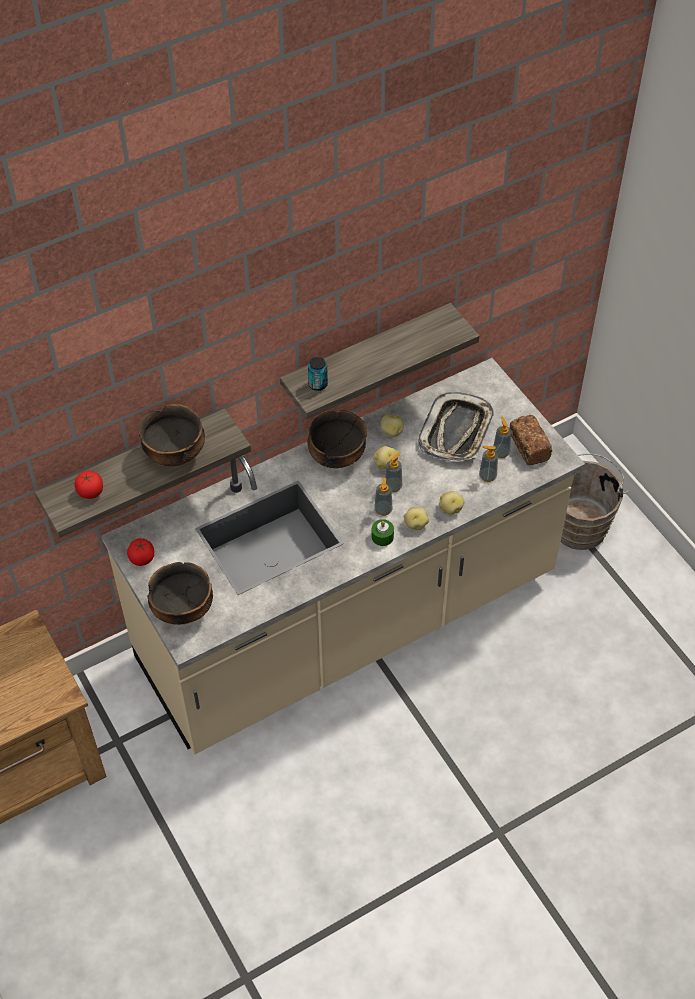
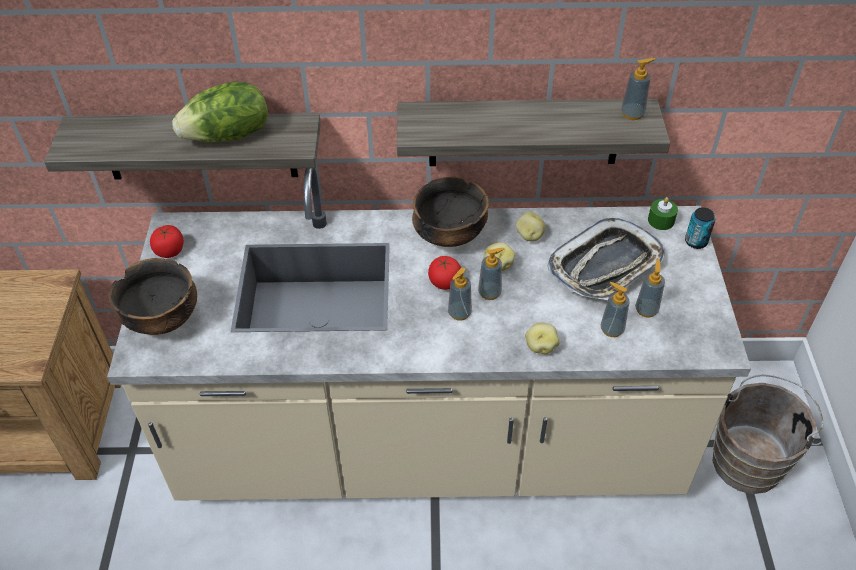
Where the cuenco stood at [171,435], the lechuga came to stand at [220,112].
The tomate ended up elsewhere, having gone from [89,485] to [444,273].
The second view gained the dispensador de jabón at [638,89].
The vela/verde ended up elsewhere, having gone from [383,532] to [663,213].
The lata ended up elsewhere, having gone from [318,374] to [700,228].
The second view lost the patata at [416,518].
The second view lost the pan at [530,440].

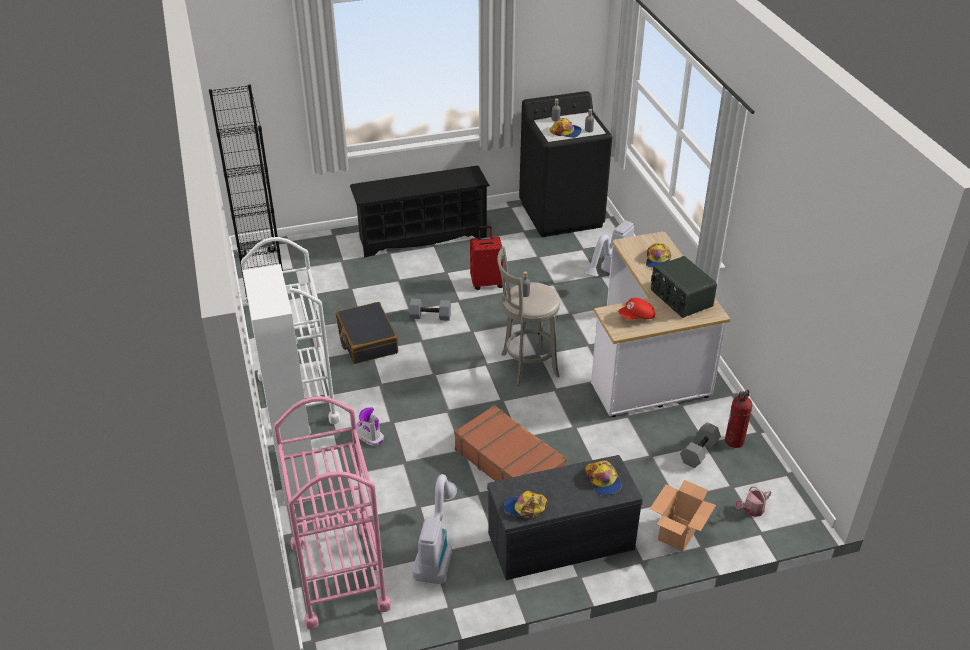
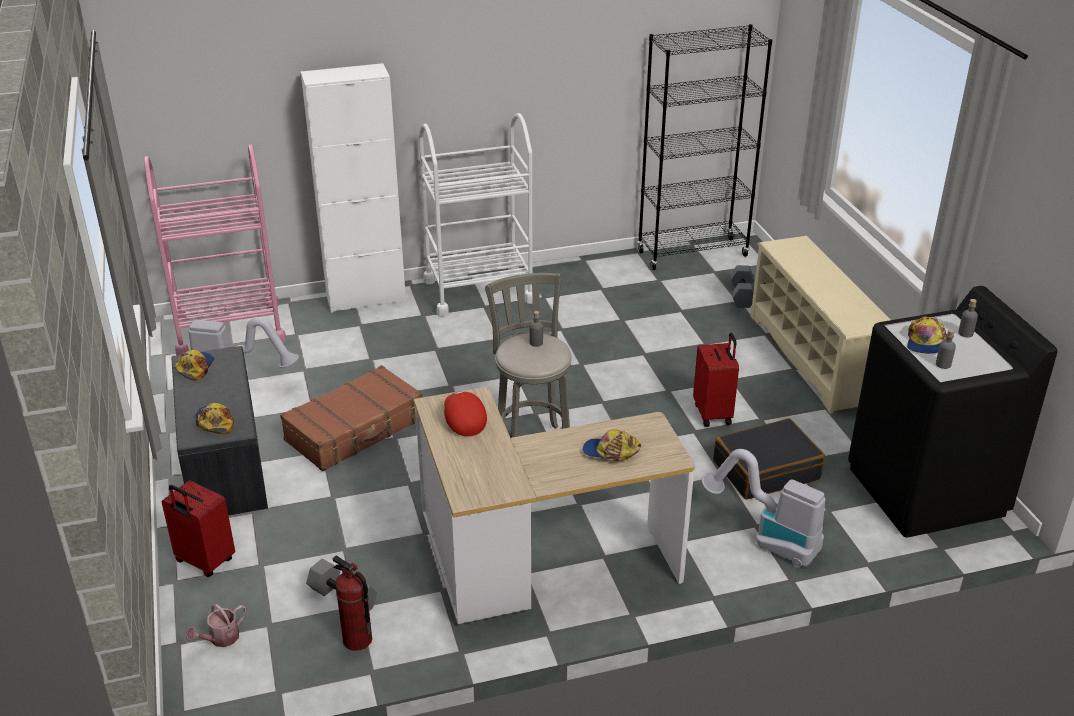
Where the caja de cartón stood at [683,515], the maleta/rojo came to stand at [198,529].
The regadera at [753,501] ended up facing another way, 105 degrees counterclockwise from before.
The gorra at [603,478] ended up facing another way, 90 degrees clockwise from before.
The maleta/negro ended up elsewhere, having gone from [367,333] to [769,459].
The mancuerna/gris ended up elsewhere, having gone from [430,309] to [742,286].
What was the zapatero/negro at [420,211] turned into the zapatero/beis at [820,325].
The second view lost the bota at [370,426].
The second view lost the radio at [684,287].

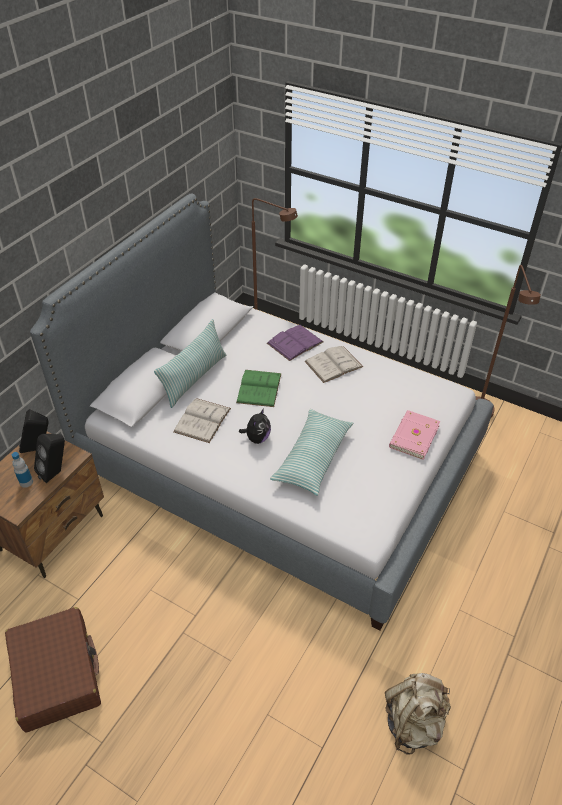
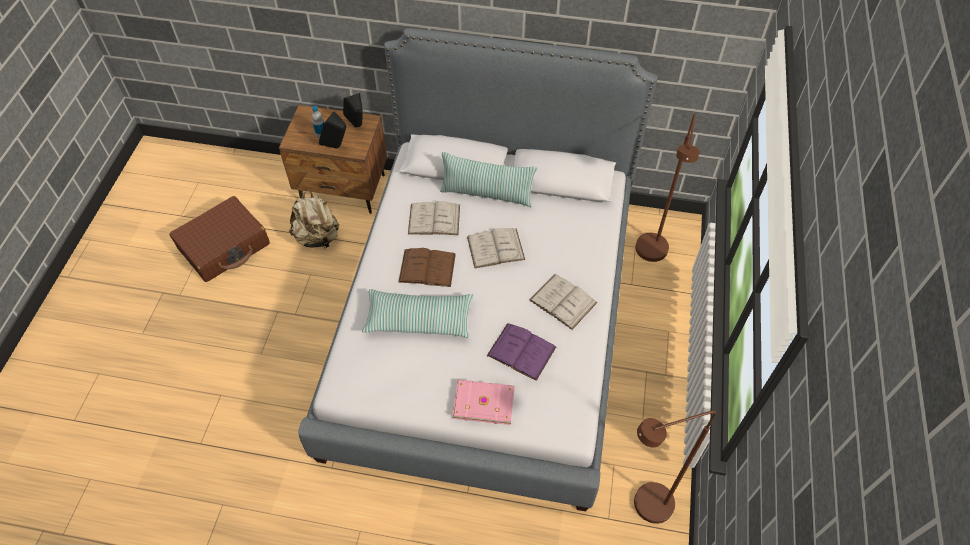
The mochila/beis ended up elsewhere, having gone from [418,714] to [314,219].
Where the peluche stood at [255,426], the libro/marrón came to stand at [427,267].
What was the libro/verde at [259,388] turned into the libro/blanco at [496,248].
The libro/morado ended up elsewhere, having gone from [295,343] to [521,352].

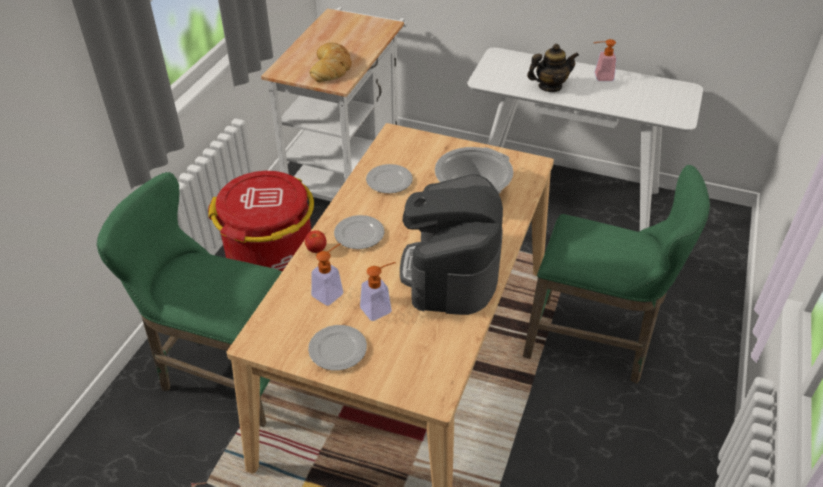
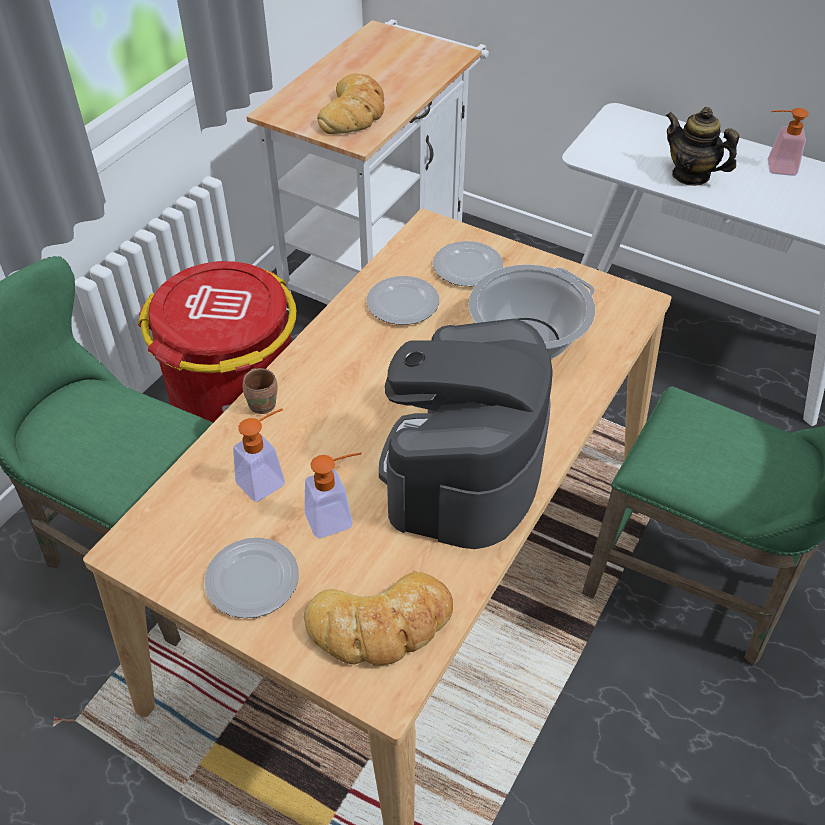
Where the tomate stood at [316,241], the taza grande/marrón came to stand at [260,391].
The second view gained the pan at [378,618].
The plato ended up elsewhere, having gone from [359,232] to [468,263].
The tetera at [553,68] ended up facing another way, 135 degrees counterclockwise from before.

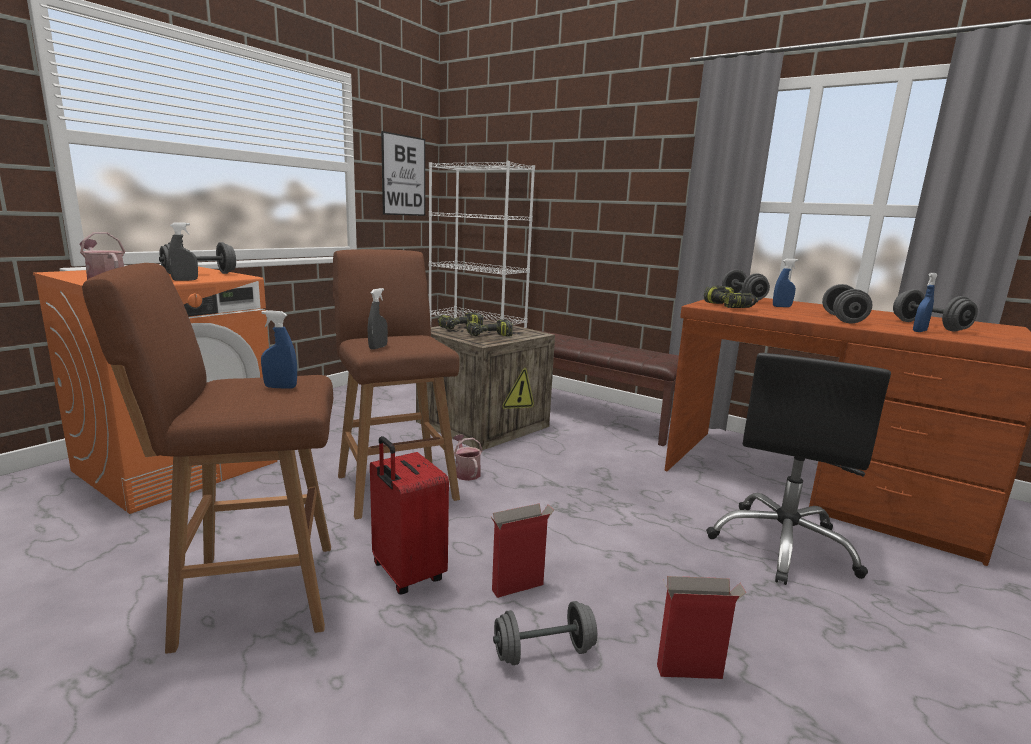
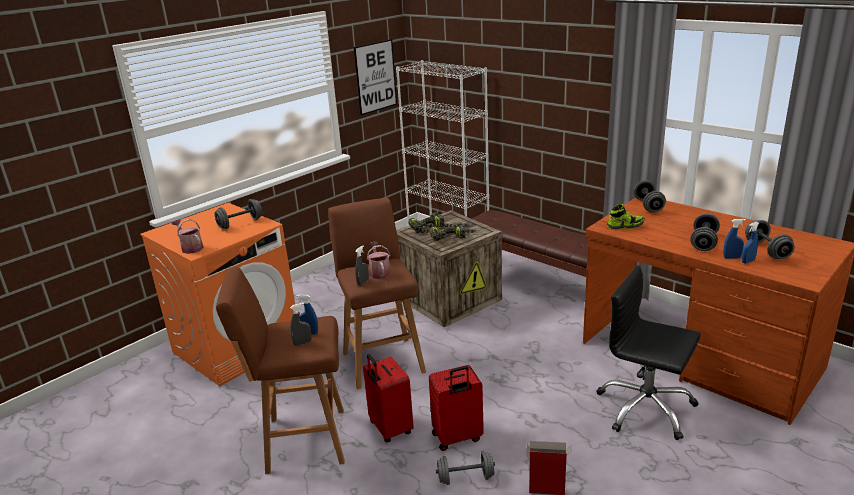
The pulverizador/gris ended up elsewhere, having gone from [183,252] to [300,324].
The regadera ended up elsewhere, having gone from [467,458] to [379,260].
Where the caja de cartón stood at [522,550], the maleta/rojo came to stand at [456,408].
The silla de oficina/negro at [798,469] ended up facing another way, 90 degrees clockwise from before.
Where the taladro stood at [731,296], the zapato came to stand at [626,217].
The pulverizador/azul ended up elsewhere, having gone from [785,283] to [734,238].

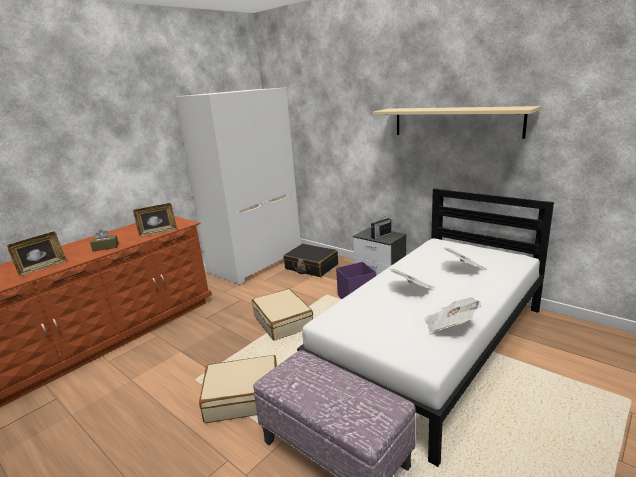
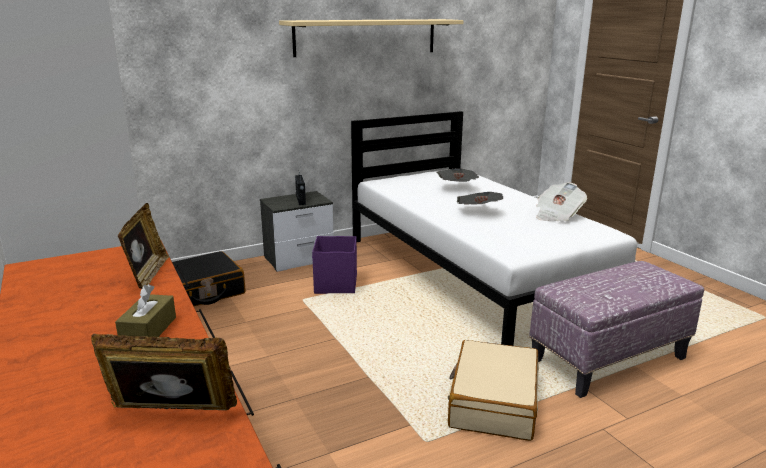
The portarretratos at [37,254] ended up facing another way, 60 degrees counterclockwise from before.
The second view lost the maleta/beis at [282,314].

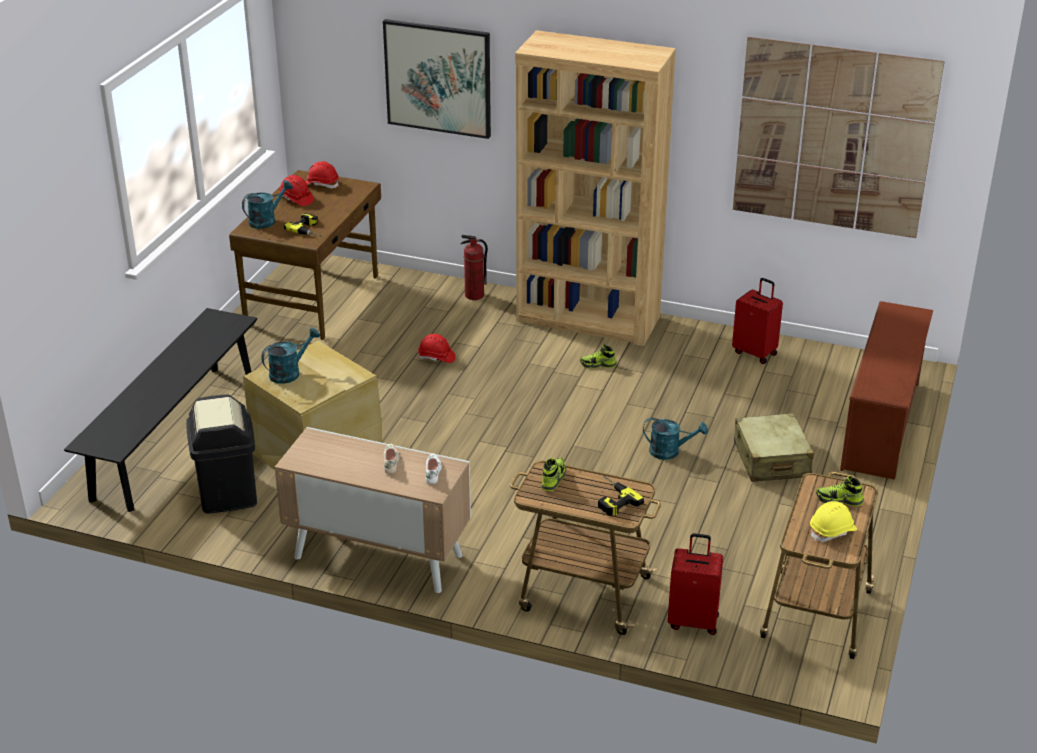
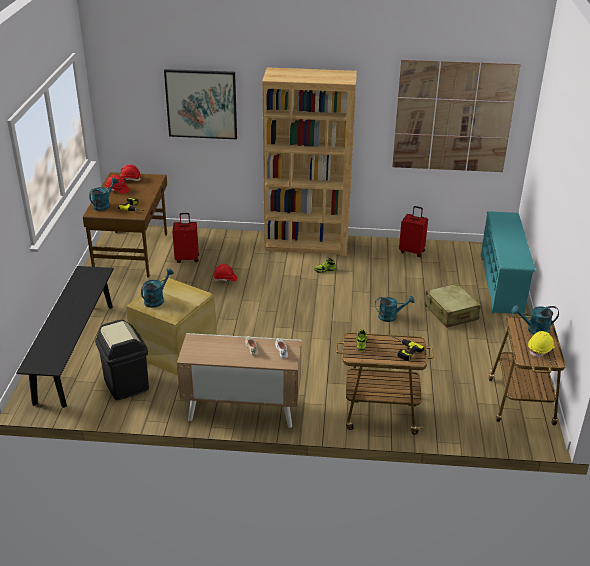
The maleta/rojo ended up elsewhere, having gone from [695,584] to [185,238].
What was the zapatero/marrón at [886,390] turned into the zapatero/turquesa at [508,262].
Where the zapato stood at [840,491], the regadera/turquesa came to stand at [535,320].
The second view lost the extintor at [474,267].

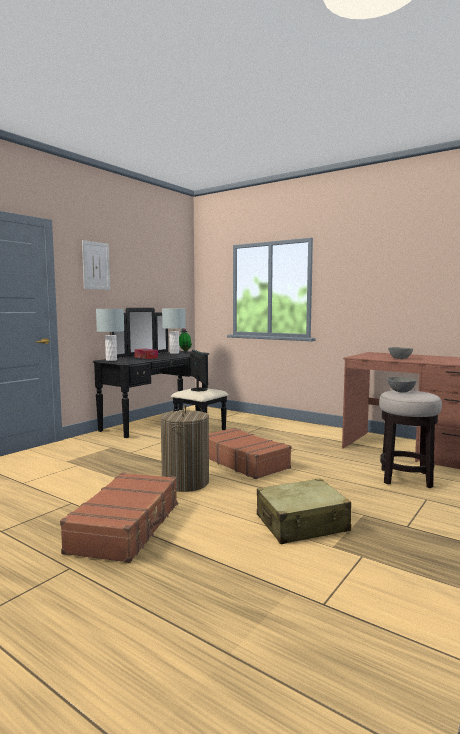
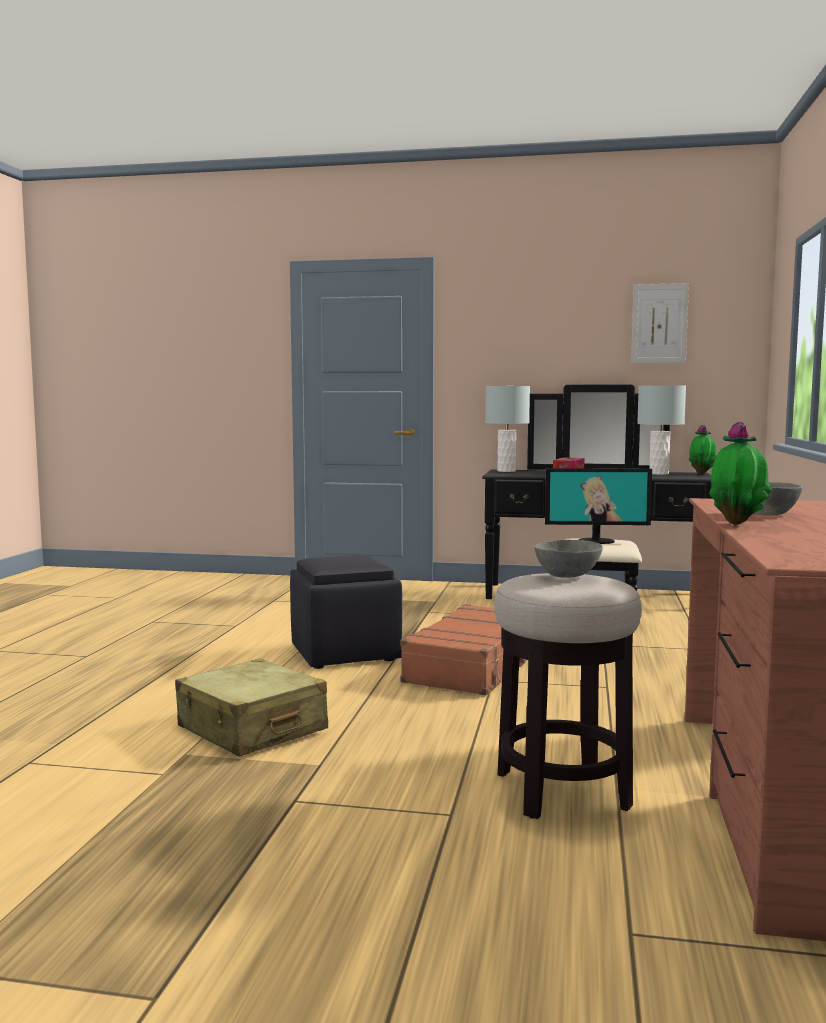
Where the cesto de la ropa stood at [184,448], the puf/negro came to stand at [346,612].
The monitor at [199,370] ended up facing another way, 45 degrees clockwise from before.
The cuadro ended up elsewhere, having gone from [96,265] to [660,323].
The second view gained the planta en maceta at [740,473].
The second view lost the maleta/marrón at [119,517].

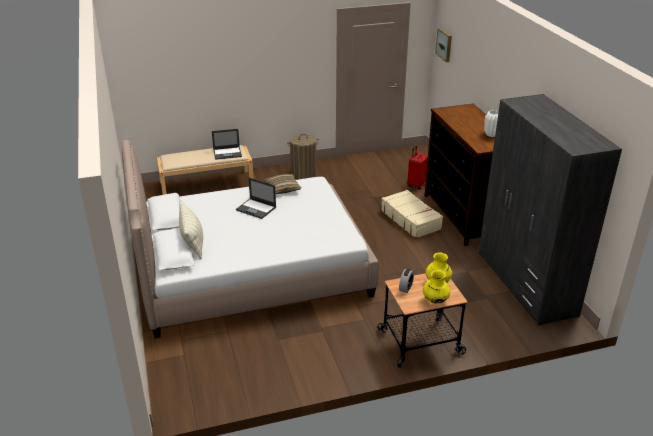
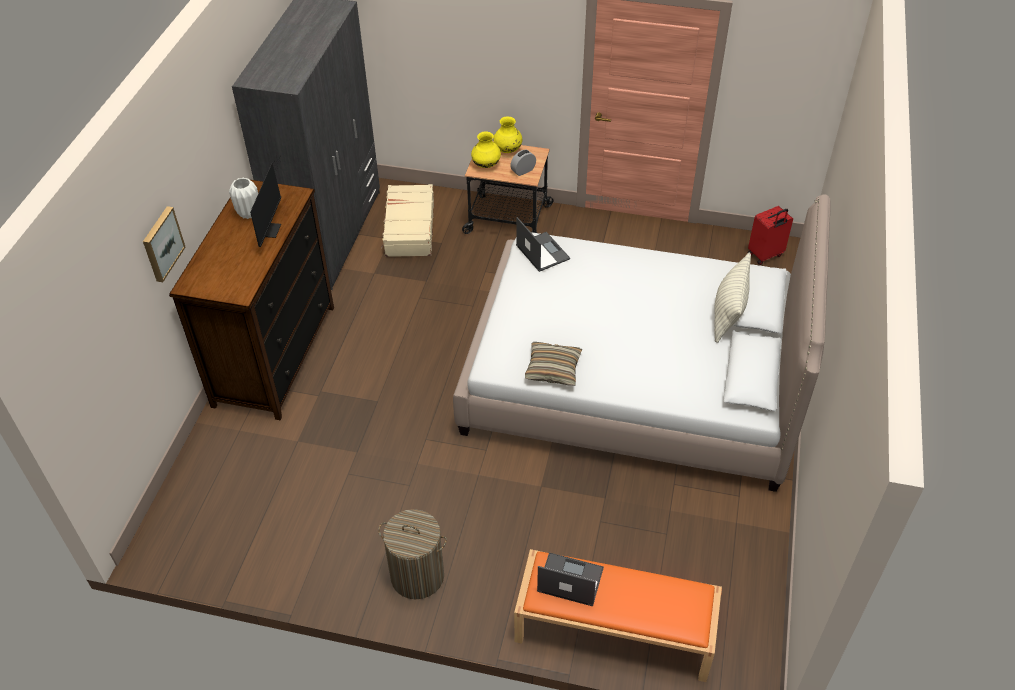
The cuadro ended up elsewhere, having gone from [443,45] to [164,244].
The second view gained the monitor at [265,202].
The maleta/beis ended up elsewhere, having gone from [412,214] to [407,220].
What was the banco/beis at [205,170] turned into the banco/naranja at [618,615].
The portátil ended up elsewhere, having gone from [256,198] to [543,244].
The maleta/rojo ended up elsewhere, having gone from [417,167] to [770,235].

